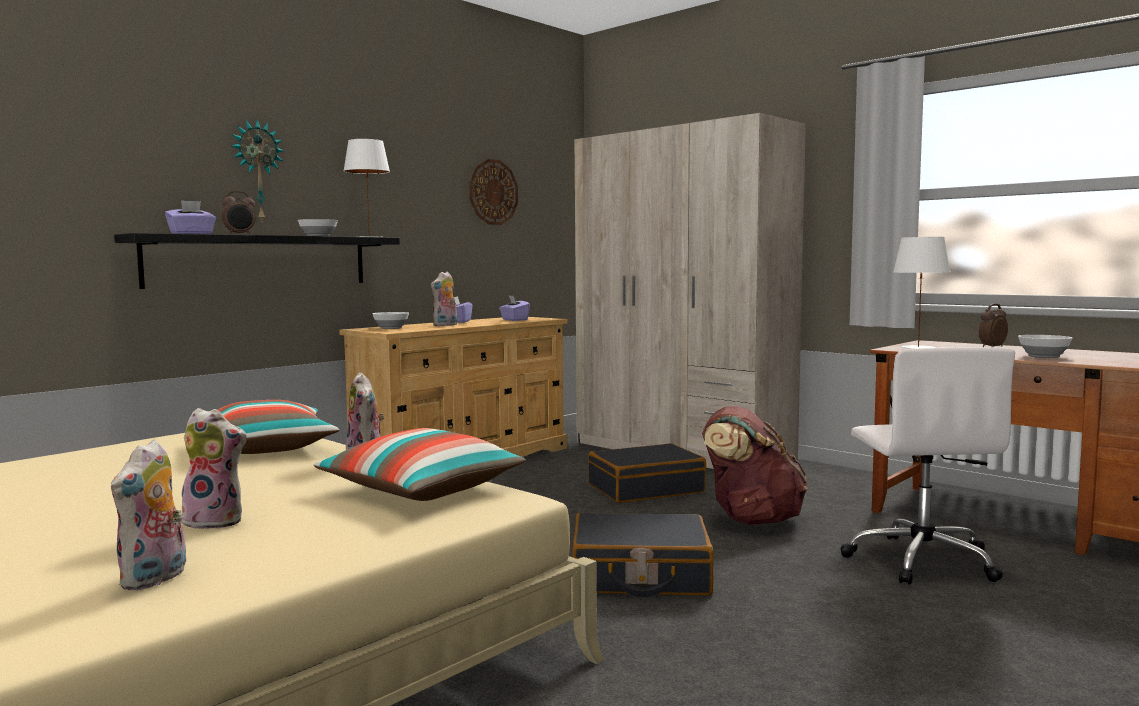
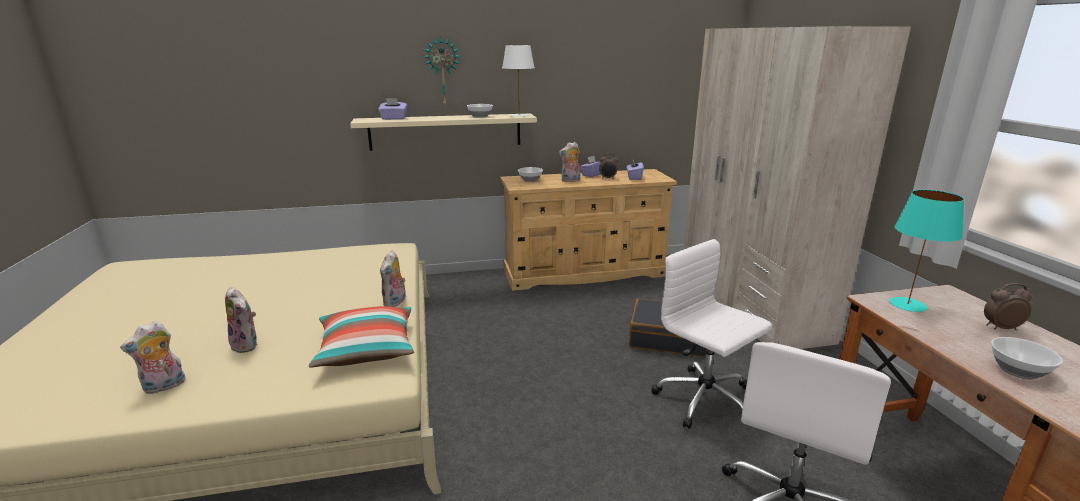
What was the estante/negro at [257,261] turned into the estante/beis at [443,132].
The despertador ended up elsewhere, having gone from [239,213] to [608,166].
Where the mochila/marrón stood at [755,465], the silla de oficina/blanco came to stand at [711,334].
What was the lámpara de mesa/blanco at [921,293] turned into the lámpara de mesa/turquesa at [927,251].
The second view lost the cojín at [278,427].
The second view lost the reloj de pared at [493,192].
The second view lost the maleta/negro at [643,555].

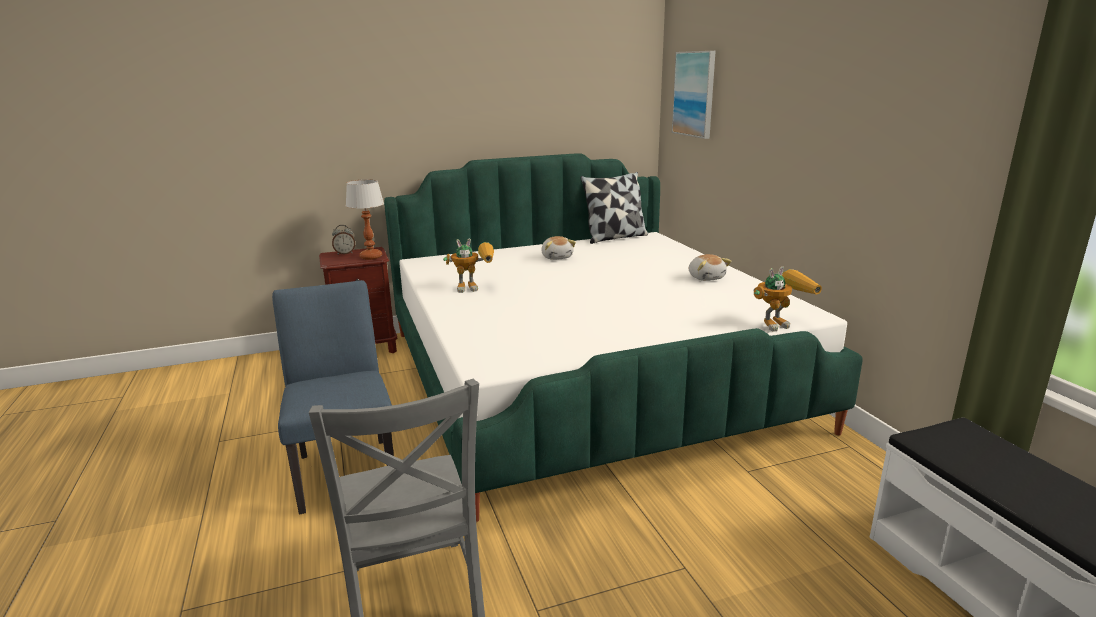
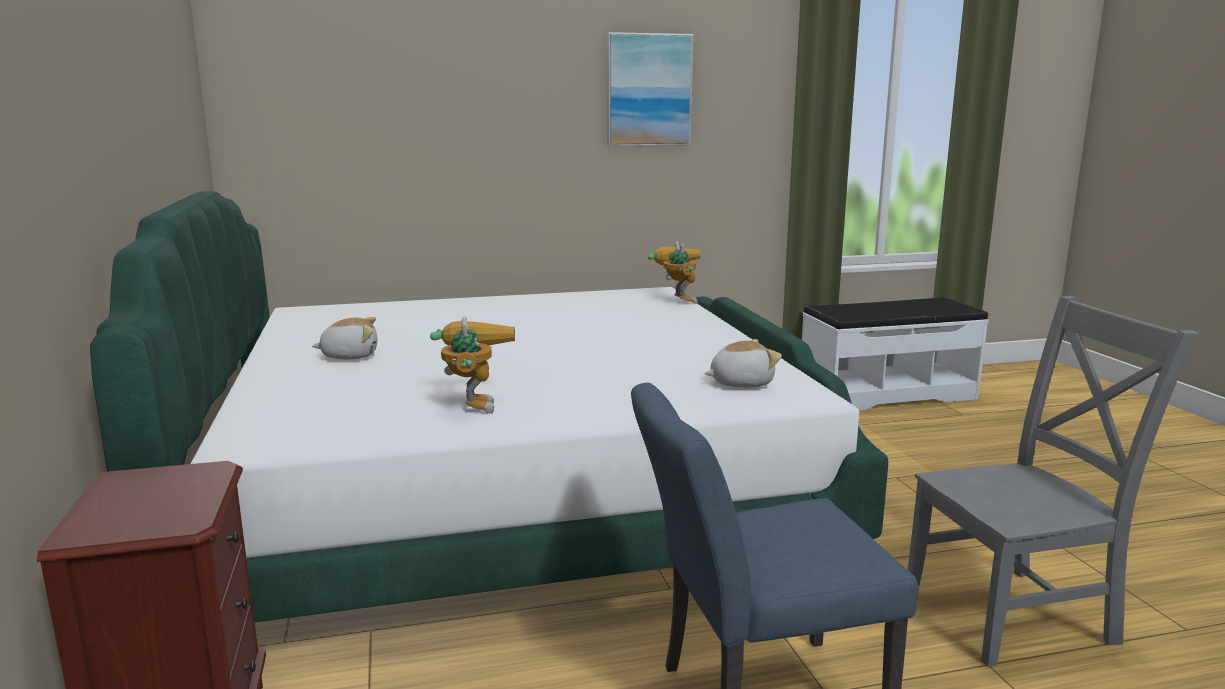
The cuadro ended up elsewhere, having gone from [694,95] to [650,89].
The peluche ended up elsewhere, having gone from [710,267] to [743,363].
The second view lost the despertador at [343,240].
The second view lost the lámpara de mesa at [365,219].
The second view lost the cojín at [614,208].

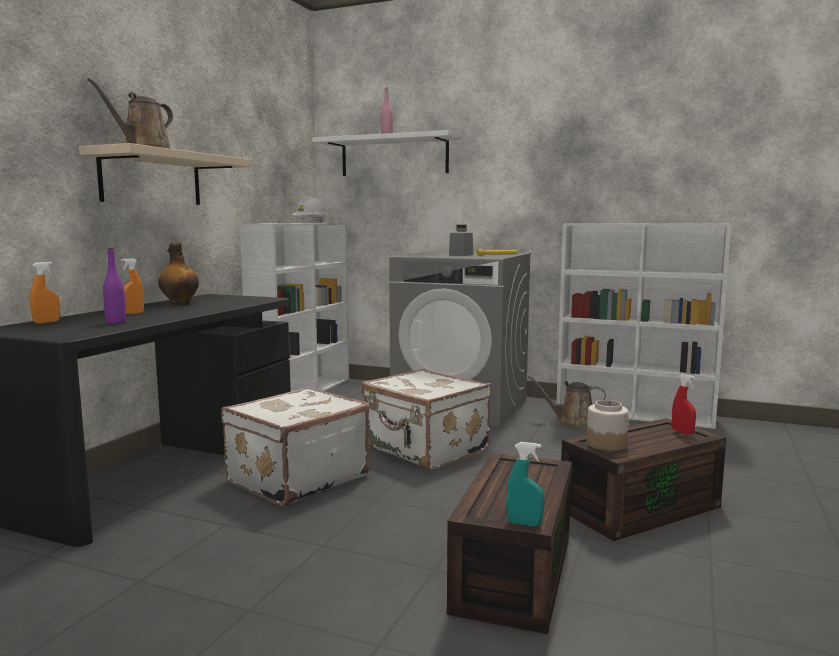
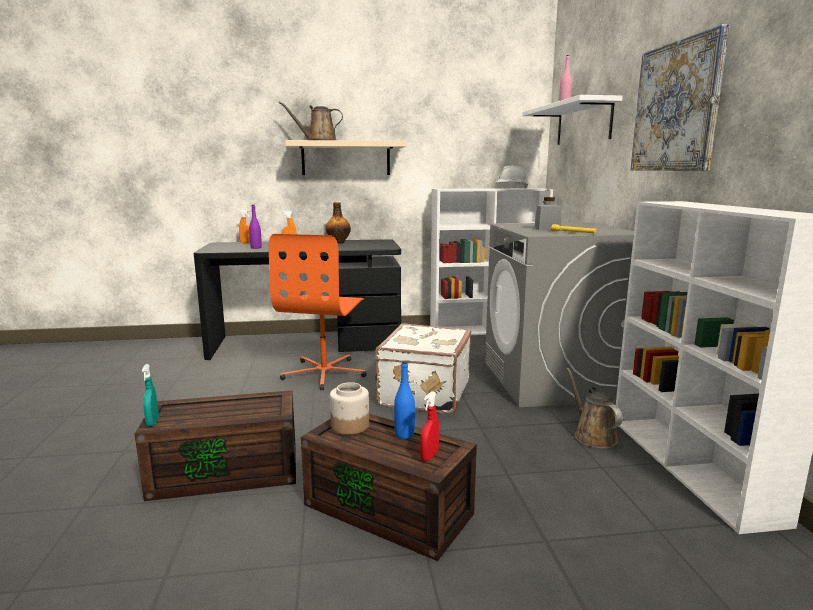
Where the maleta/blanco stood at [295,446], the silla de oficina/naranja came to stand at [318,312].
The second view gained the botella/azul at [404,400].
The second view gained the cuadro at [680,97].

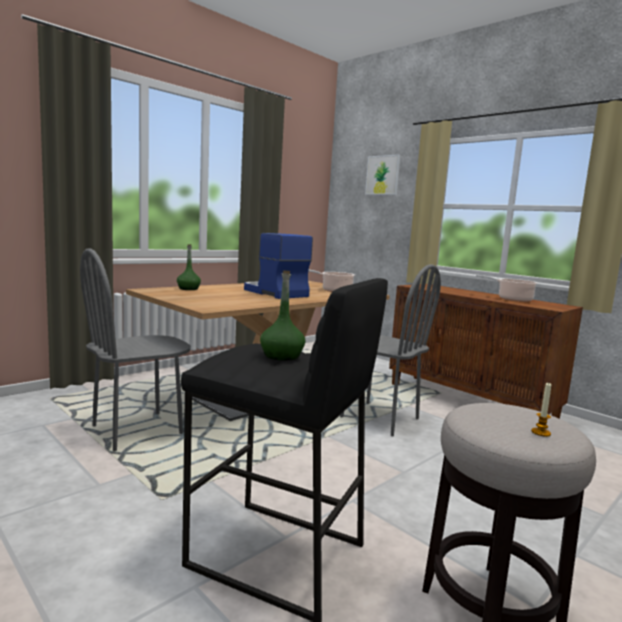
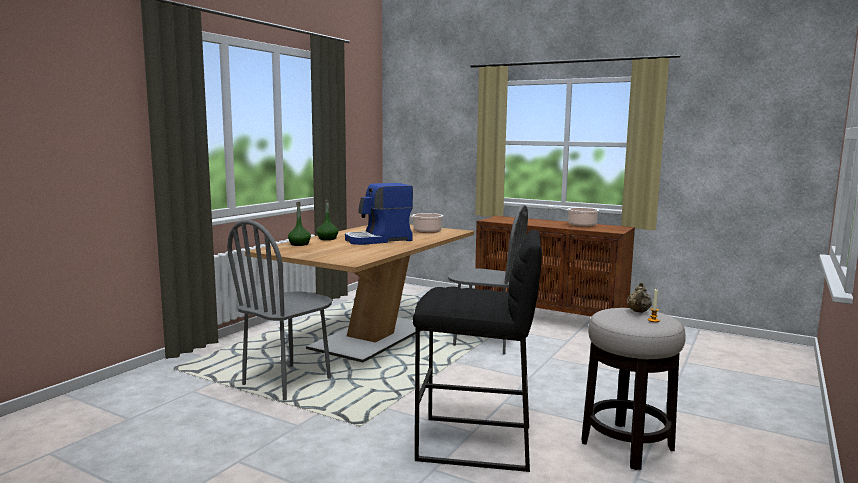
The botella/verde ended up elsewhere, having gone from [282,316] to [327,219].
The cafetera at [278,266] ended up facing another way, 60 degrees counterclockwise from before.
The second view gained the tetera/beis at [639,297].
The second view lost the cuadro at [382,174].

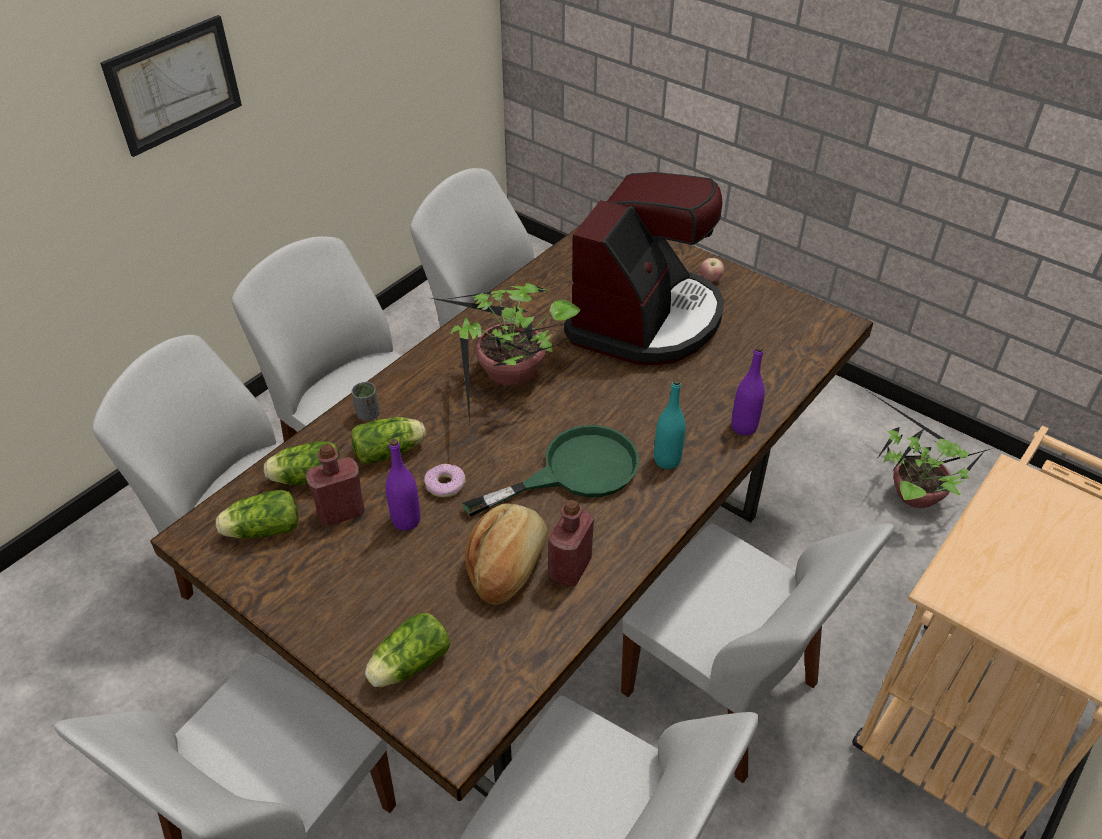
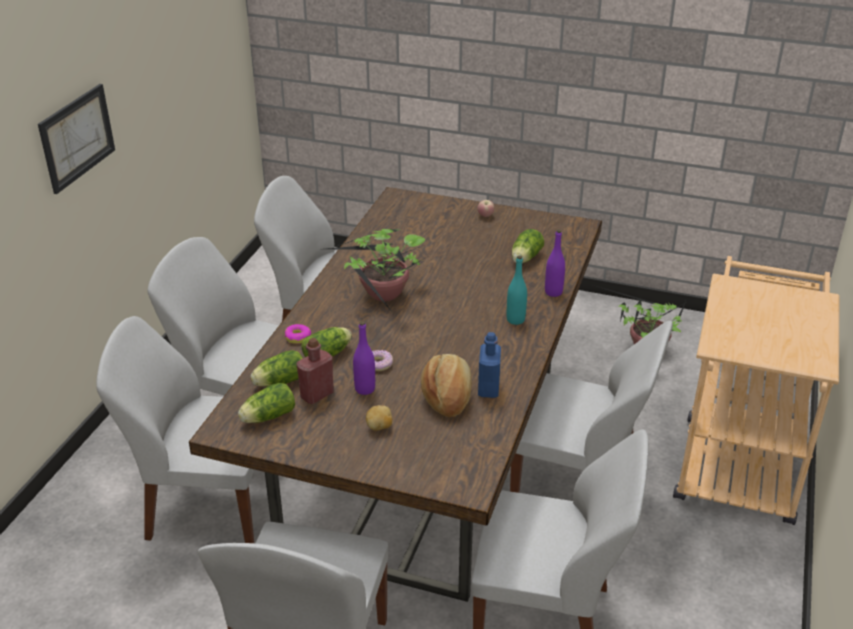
Where the taza/gris stood at [366,401], the rosquilla came to stand at [298,334].
The second view gained the patata at [379,418].
What was the botella/rojo at [571,543] turned into the botella/azul at [489,365].
The lechuga ended up elsewhere, having gone from [407,650] to [528,246].
The second view lost the sartén/verde at [550,471].
The second view lost the cafetera at [644,268].

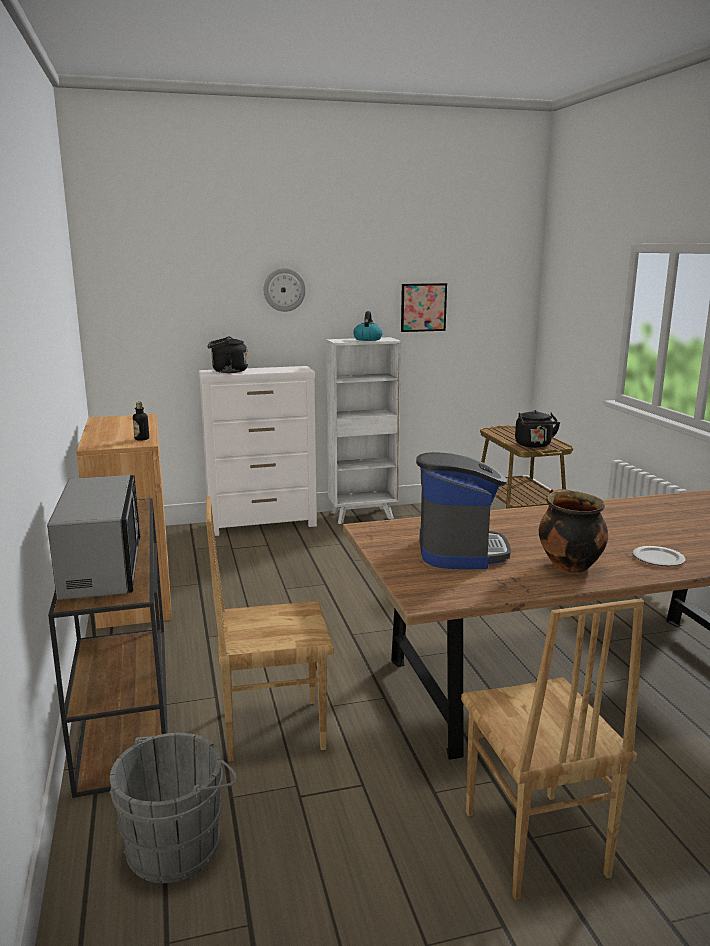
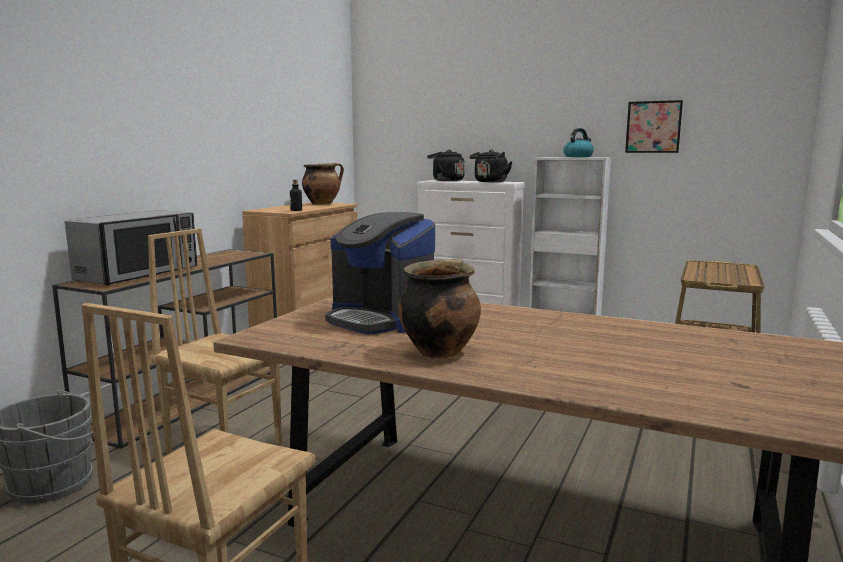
The second view gained the olla at [323,184].
The cafetera at [463,510] ended up facing another way, 90 degrees clockwise from before.
The hervidor/negro ended up elsewhere, having gone from [538,429] to [490,166].
The second view lost the reloj de pared at [285,290].
The second view lost the plato at [659,556].

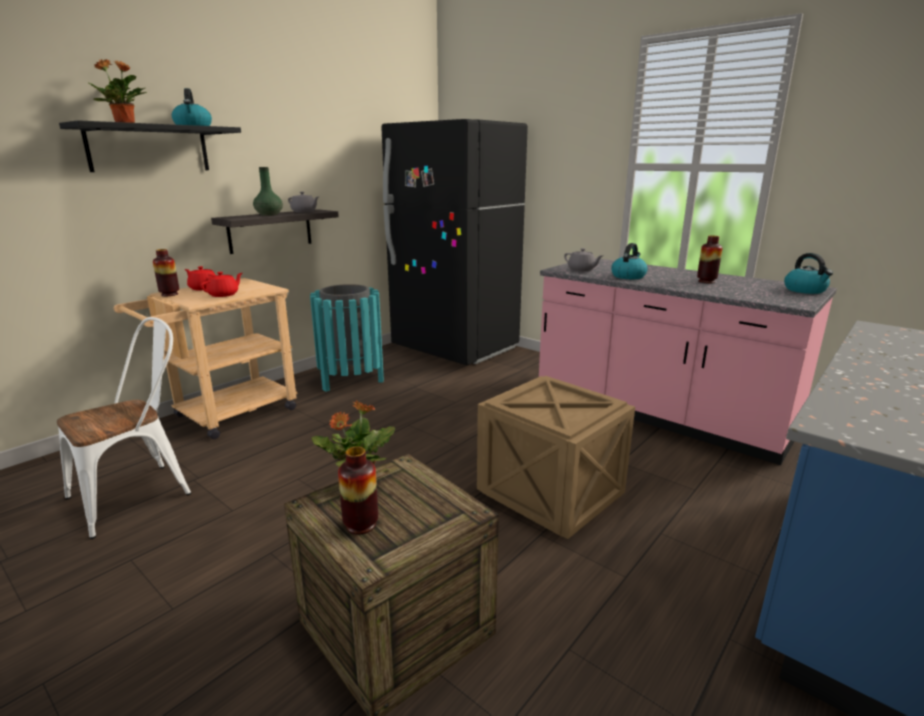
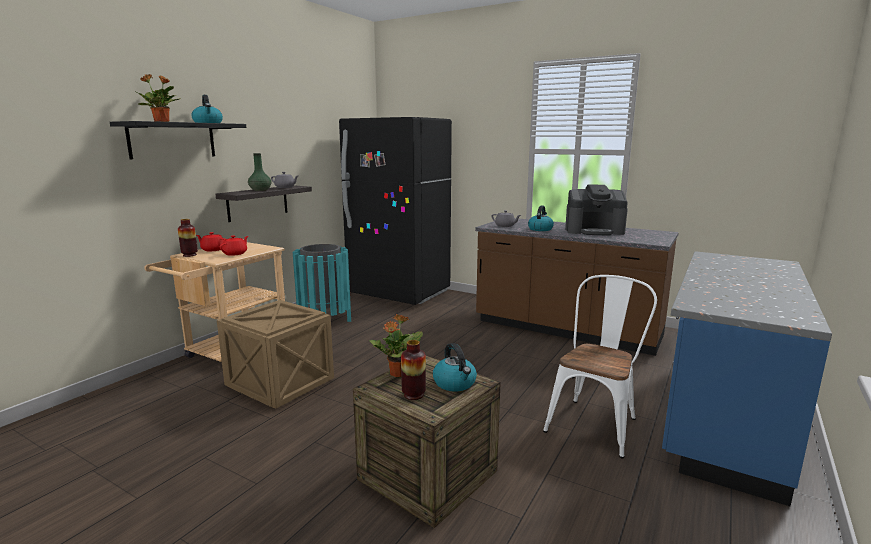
The caja de embalaje ended up elsewhere, having gone from [556,457] to [275,354].
The hervidor ended up elsewhere, having gone from [808,273] to [455,367].
What was the mueble bajo de cocina/rosa at [688,361] turned into the mueble bajo de cocina/marrón at [577,287].
The silla/blanco ended up elsewhere, having gone from [124,428] to [600,367].
Where the florero stood at [709,259], the cafetera came to stand at [596,210].

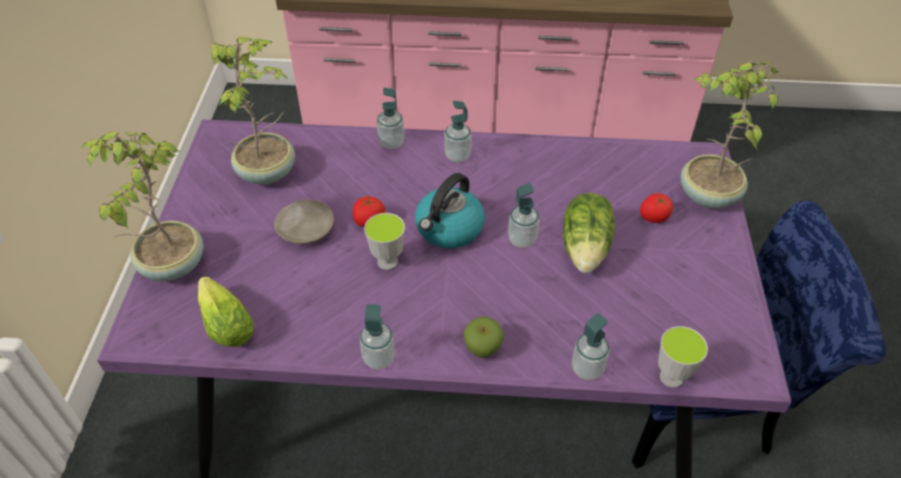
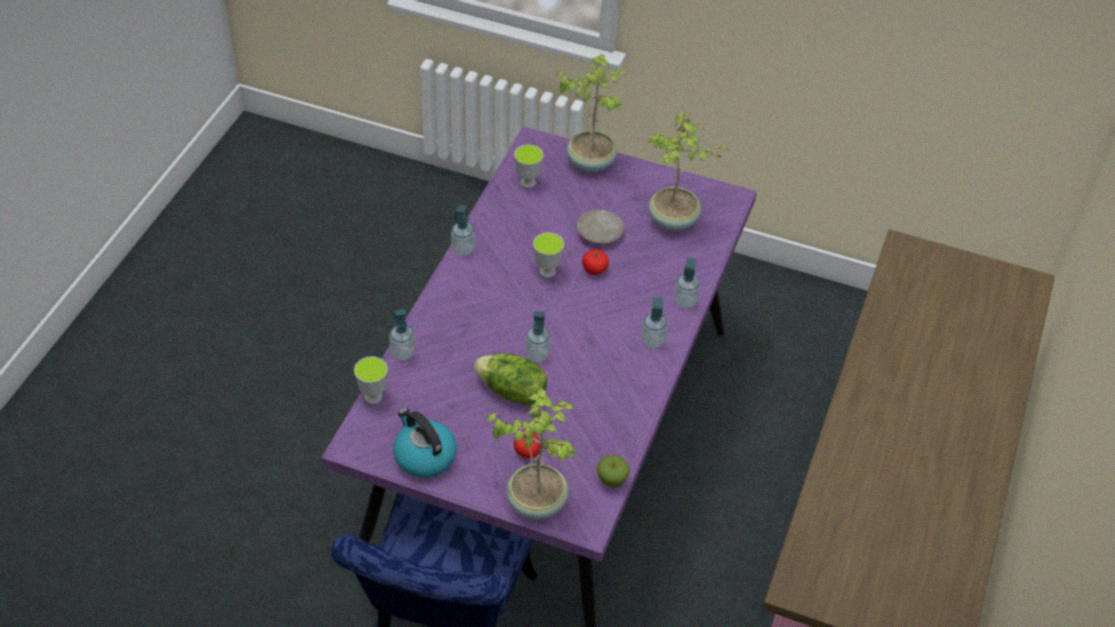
The hervidor ended up elsewhere, having gone from [450,210] to [425,443].
Where the lechuga stood at [226,312], the taza came to stand at [528,166].
The manzana ended up elsewhere, having gone from [484,337] to [613,471].

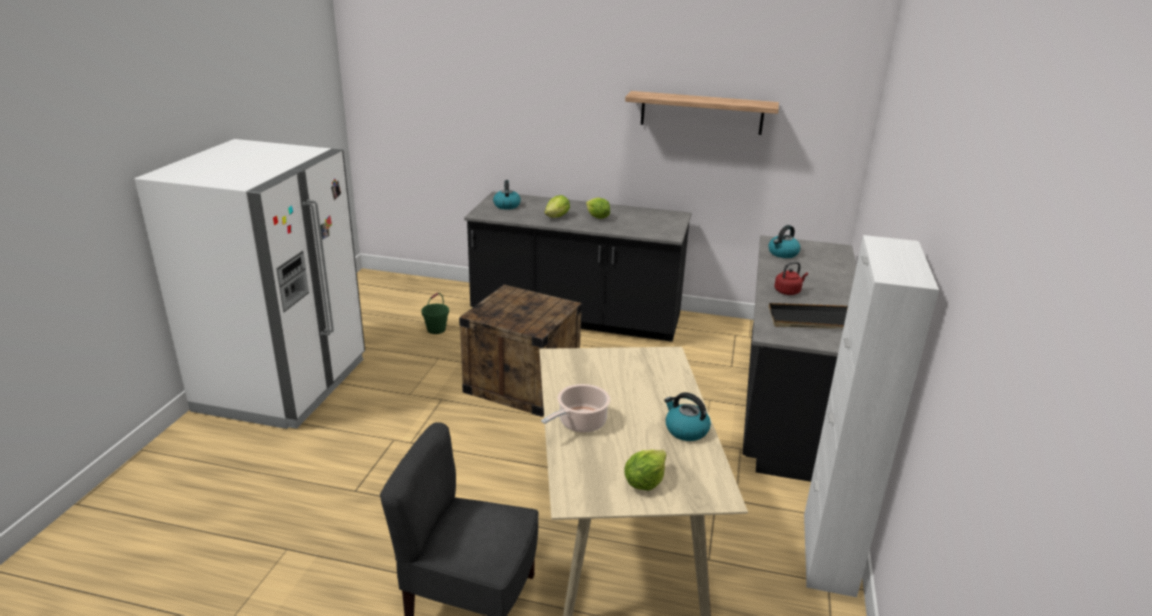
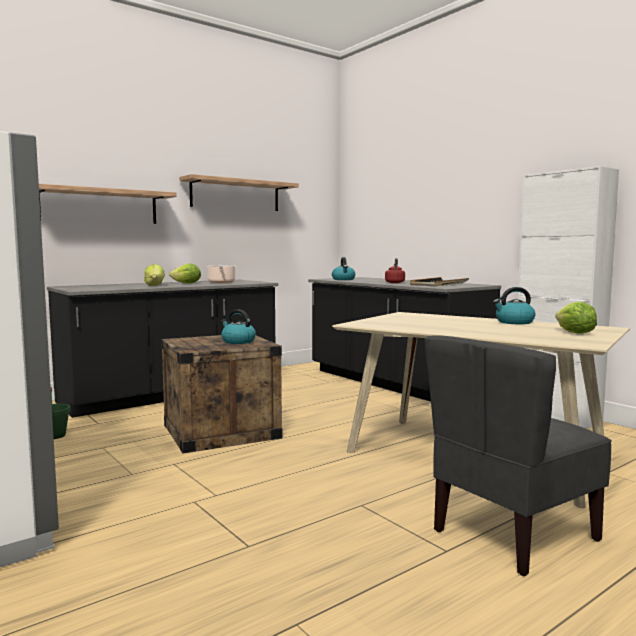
The second view gained the estante at [108,204].
The olla ended up elsewhere, having gone from [575,408] to [221,274].
The hervidor ended up elsewhere, having gone from [507,195] to [238,327].

